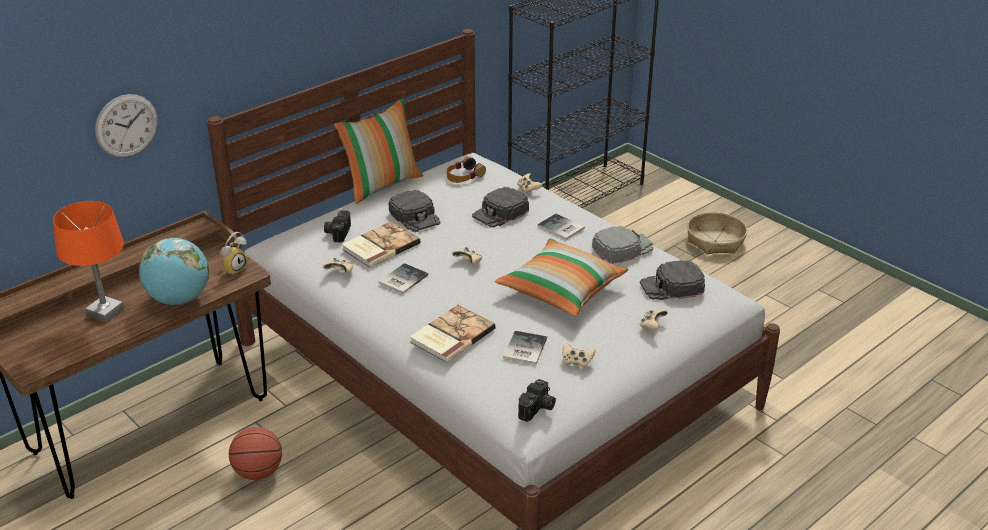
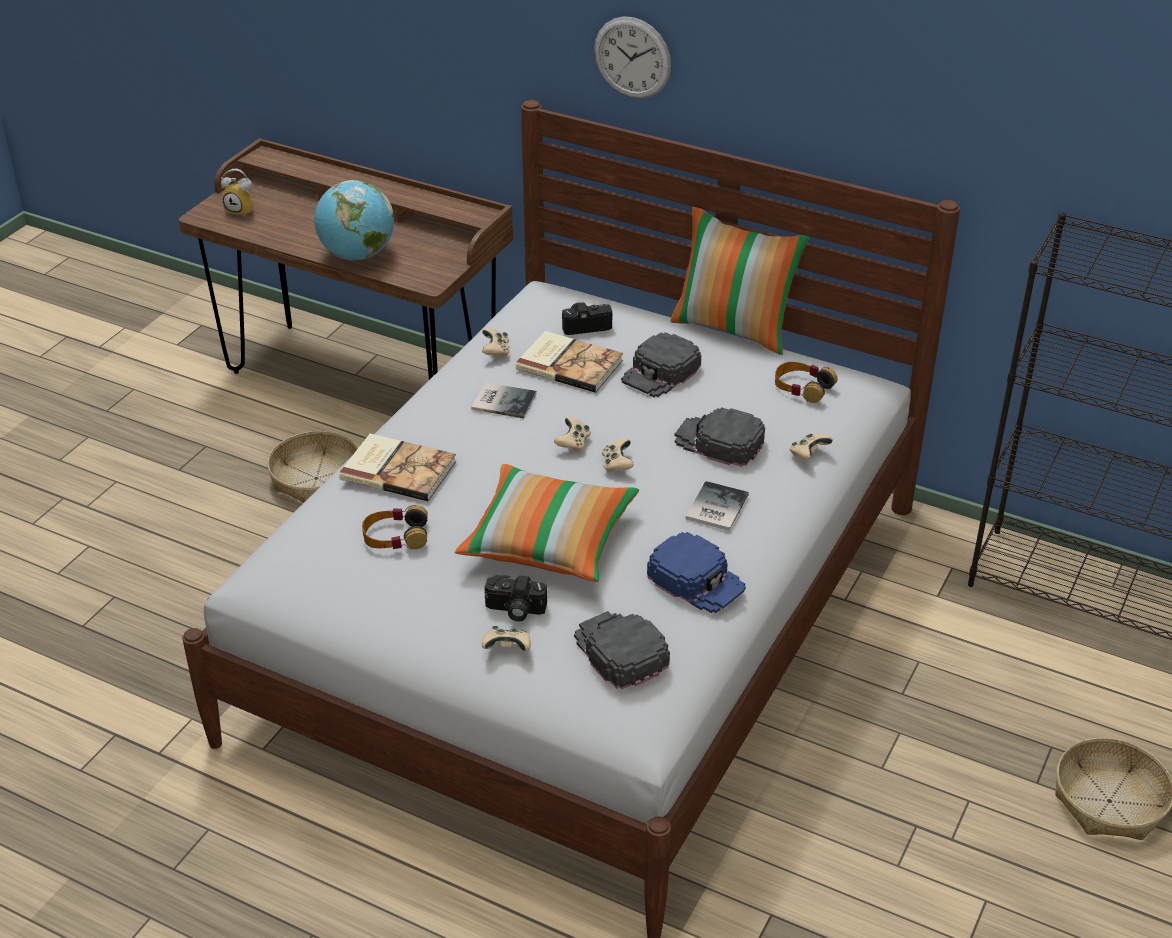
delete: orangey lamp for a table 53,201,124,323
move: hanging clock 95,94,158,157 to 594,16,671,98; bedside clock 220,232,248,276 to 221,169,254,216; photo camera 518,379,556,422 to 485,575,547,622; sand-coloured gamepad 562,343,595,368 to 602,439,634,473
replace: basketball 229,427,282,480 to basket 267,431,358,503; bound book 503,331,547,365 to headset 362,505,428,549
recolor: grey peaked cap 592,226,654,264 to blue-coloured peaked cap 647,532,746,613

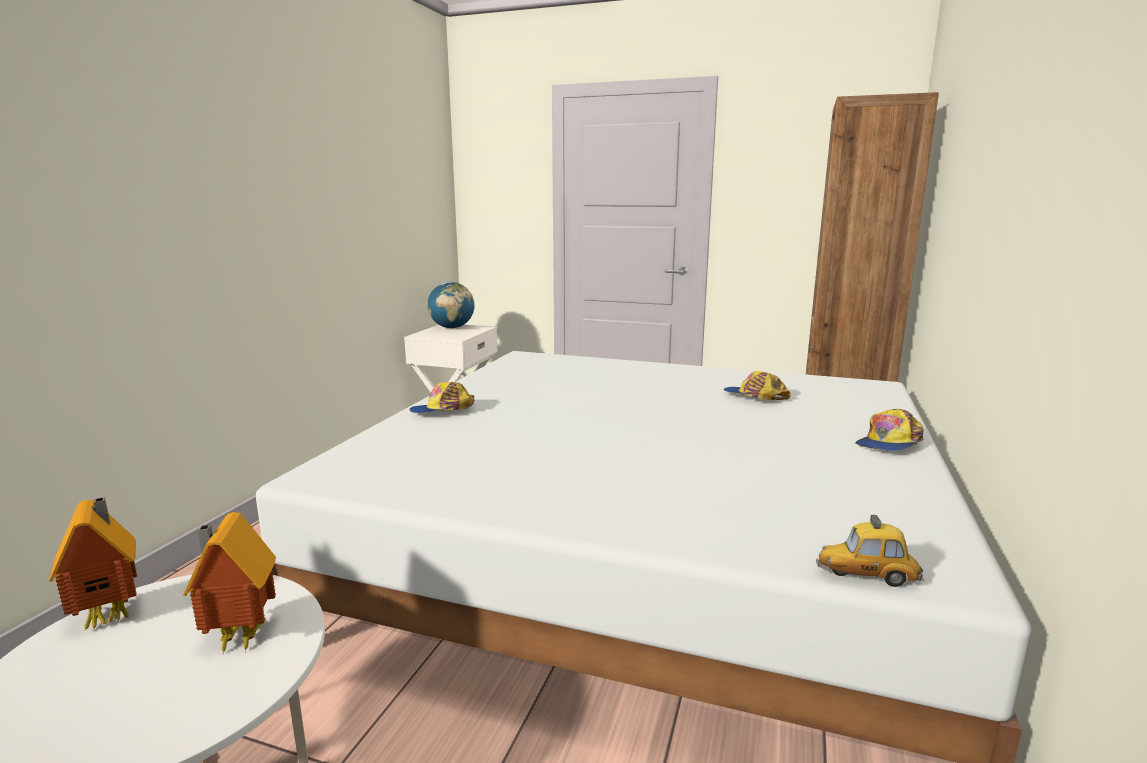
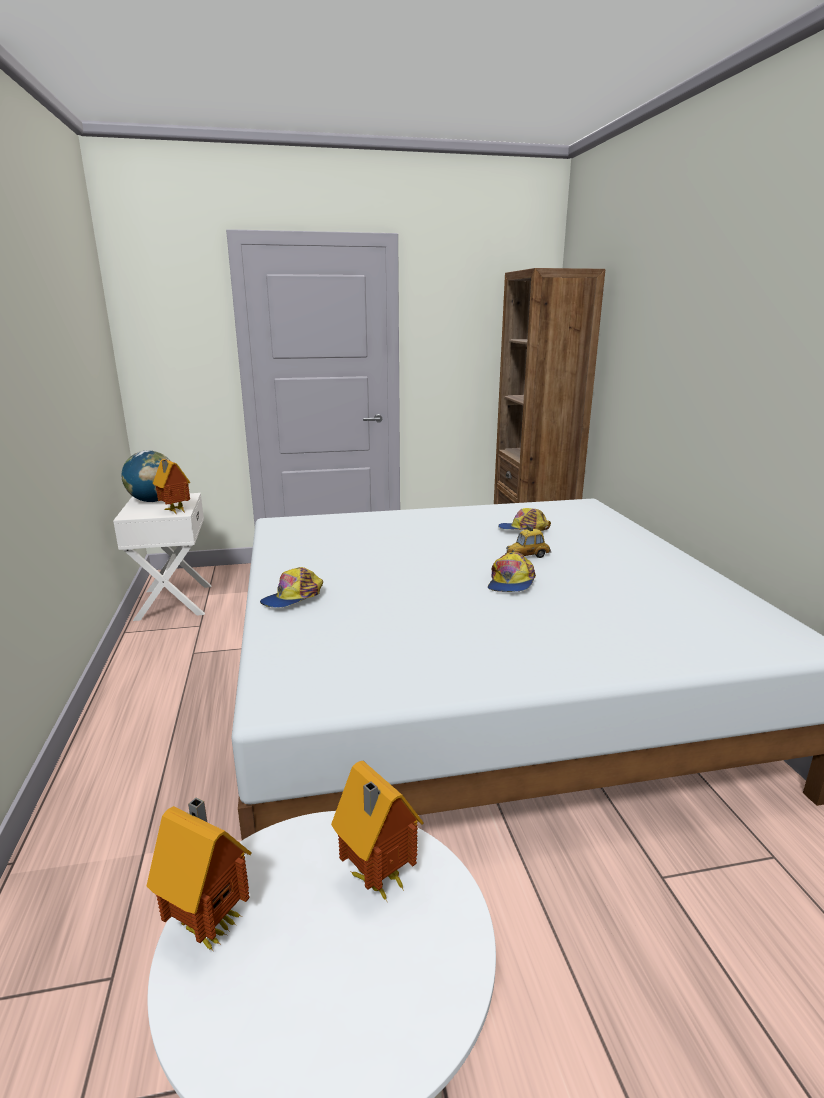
insert: model house 153,459,191,514
move: miniature car 816,515,924,587 to 505,525,551,558; peaked cap 855,409,923,451 to 488,552,536,592

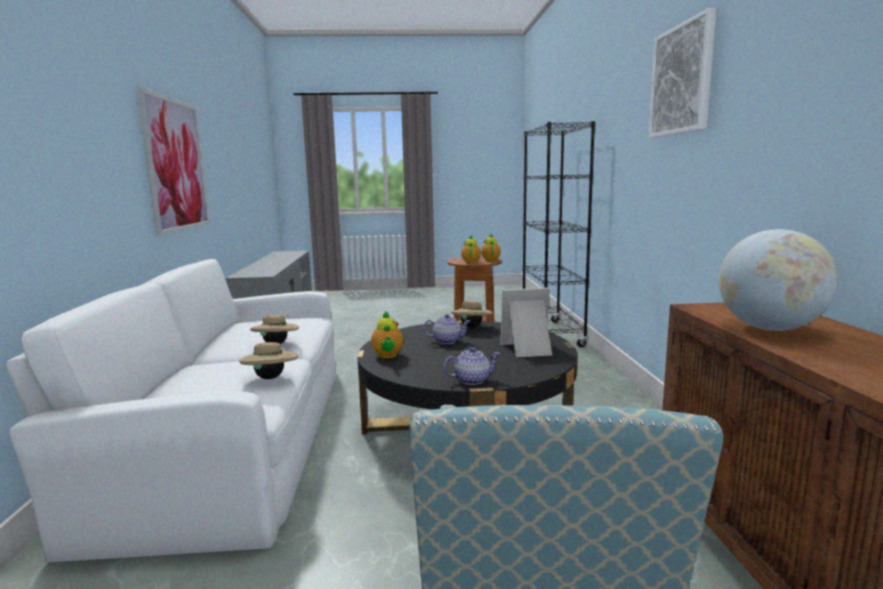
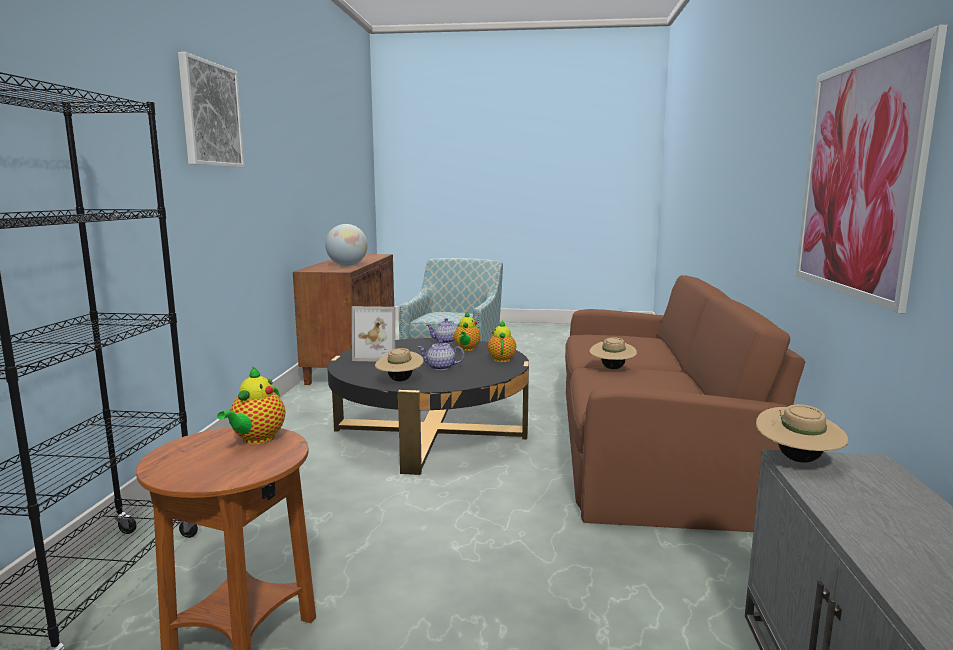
move: sand-coloured hat 239,341,298,379 to 756,404,849,463; teapot 481,234,501,262 to 454,312,481,351
recolor: whitish sofa 6,259,336,562 to brown-coloured sofa 565,275,805,532

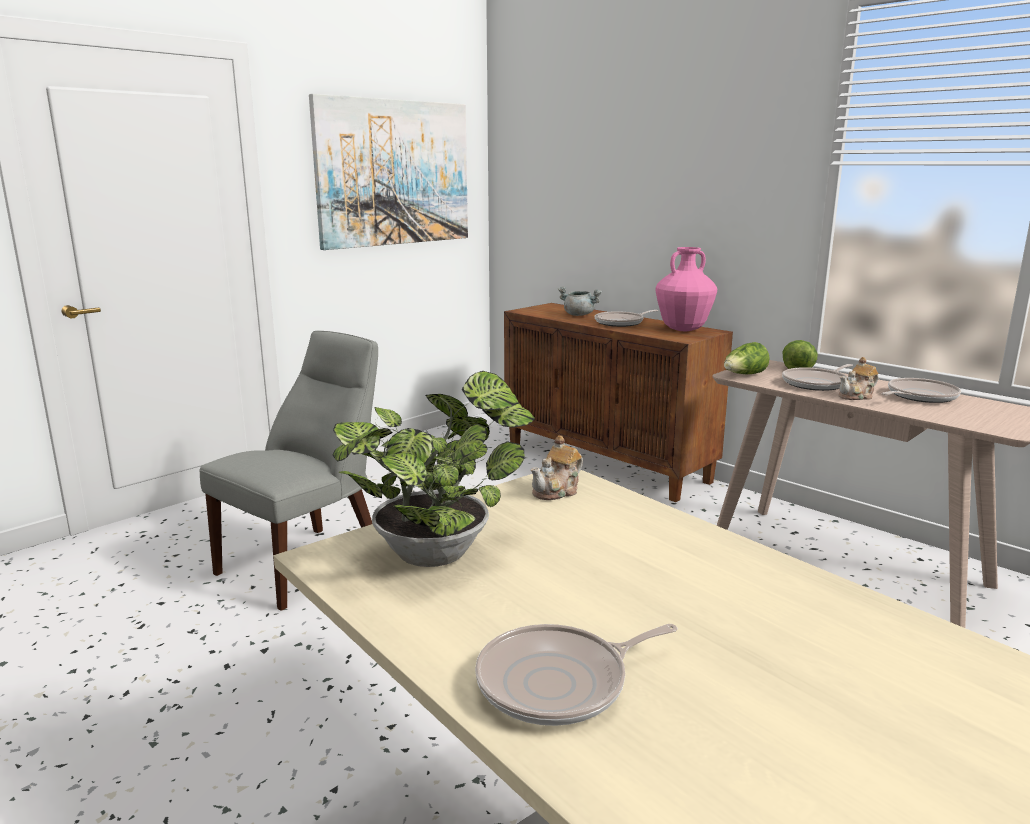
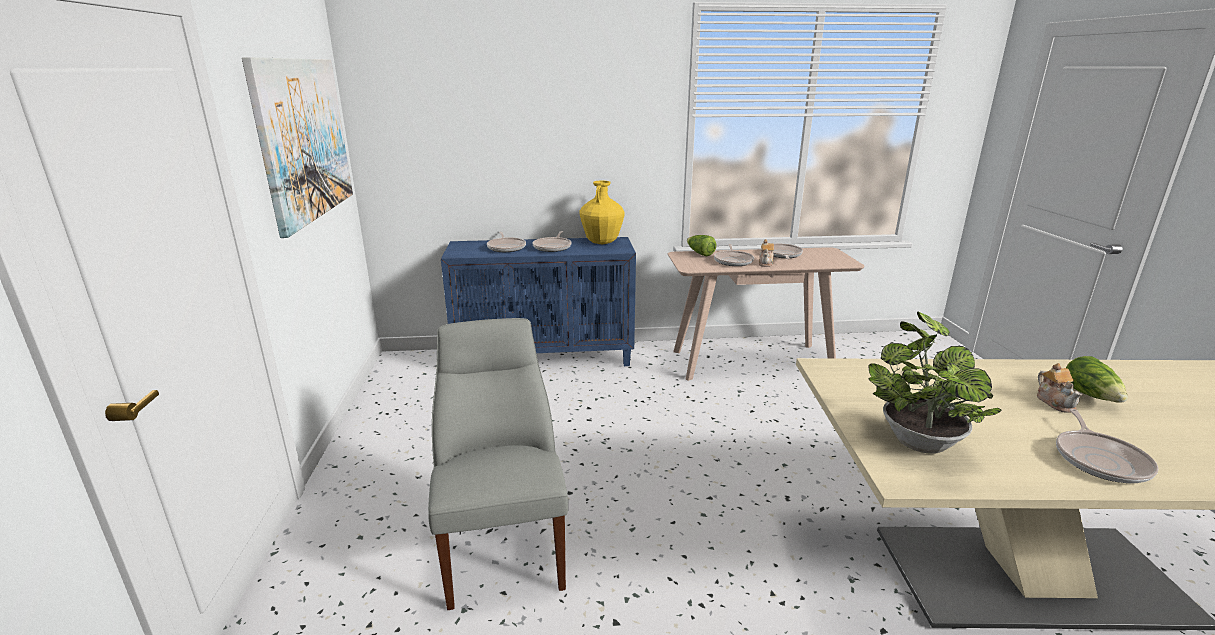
move: teapot 530,435,583,500 to 1037,363,1083,413; lettuce head 724,342,770,374 to 1066,356,1128,403
replace: grey stockpot 558,286,602,316 to pan 487,232,526,252
recolor: brown-coloured storage cabinet 504,303,733,502 to blue-coloured storage cabinet 441,237,636,366; pinkish vase 655,247,717,331 to yellow-coloured vase 580,181,625,244

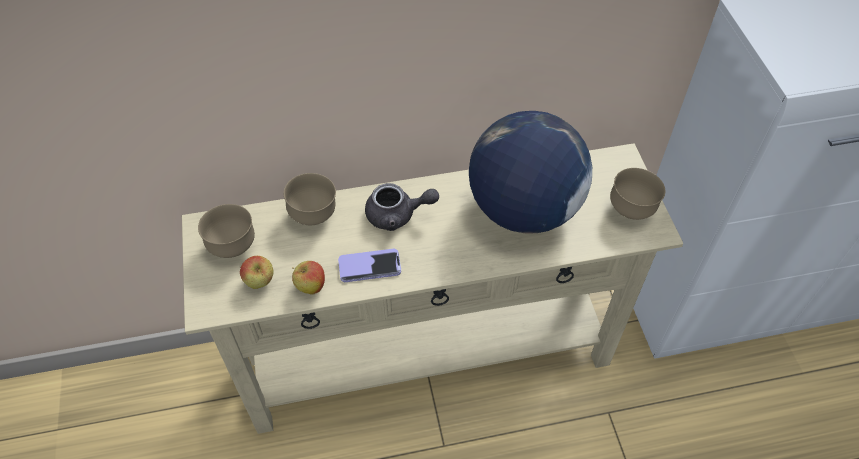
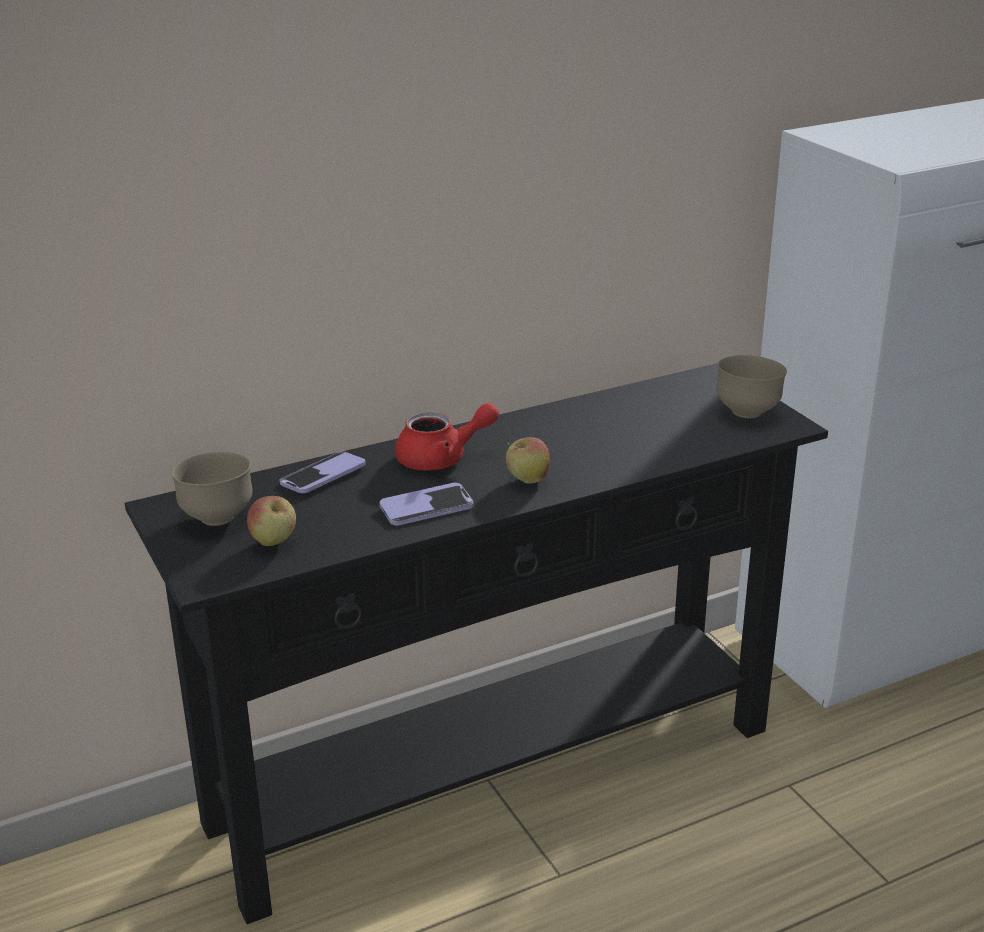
delete: desk globe 469,111,592,233
move: apple fruit 292,261,325,295 to 506,437,550,484
replace: brown-coloured bowl 284,173,336,225 to telephone 279,452,366,493
recolor: sand-coloured hall table 182,143,683,434 to black-coloured hall table 125,363,828,924; grey teapot 365,183,439,231 to red-coloured teapot 395,403,499,471

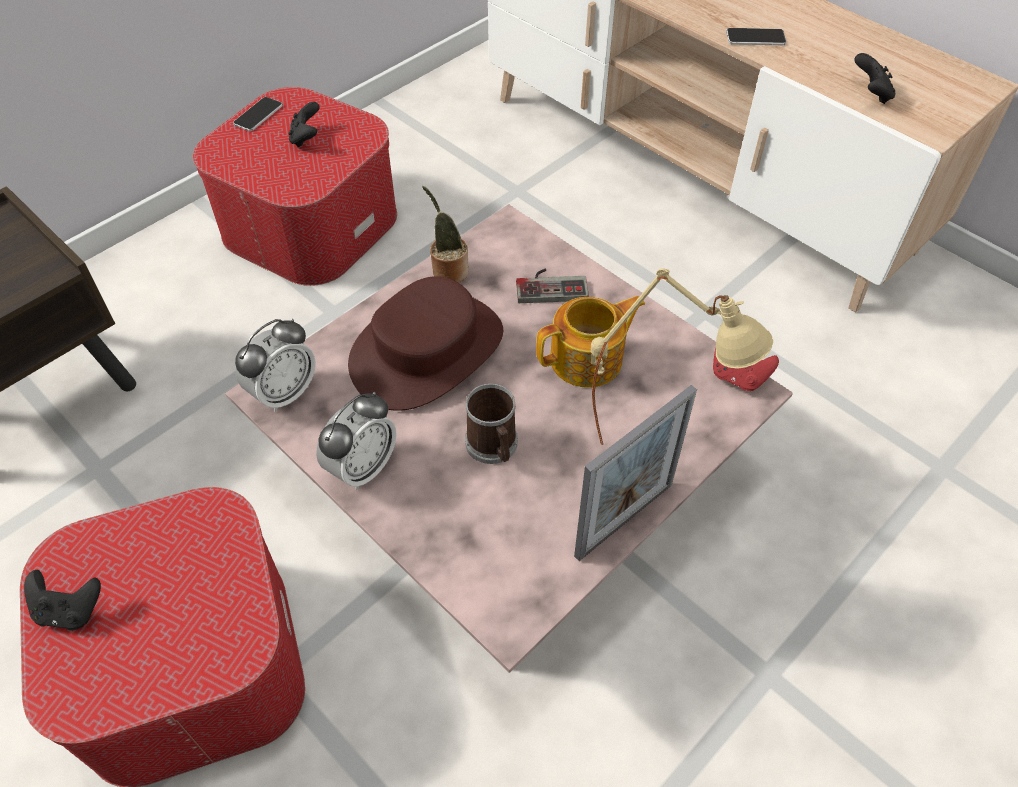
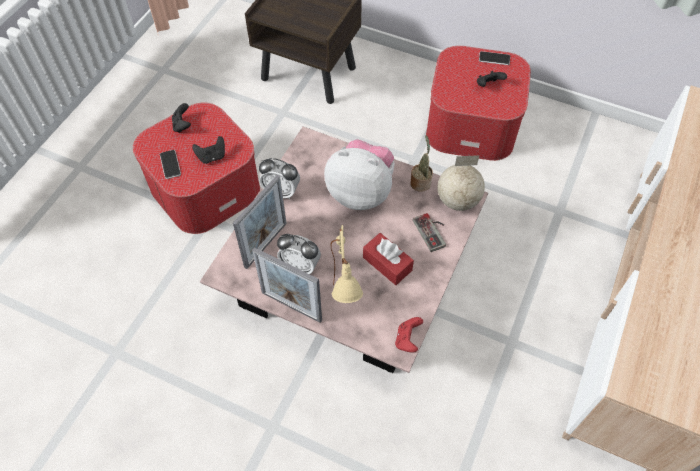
delete: coffee mug 465,384,518,464
insert: standing frame 233,175,287,269; desk globe 437,155,485,211
move: bedside clock 235,319,316,413 to 277,234,321,274; telephone 726,28,787,45 to 160,150,181,179; black-coloured gamepad 854,53,896,104 to 192,136,225,164
replace: brown-coloured hat 348,276,503,411 to plush toy 324,140,395,210; teapot 536,296,645,388 to red-coloured tissue box 363,233,414,285

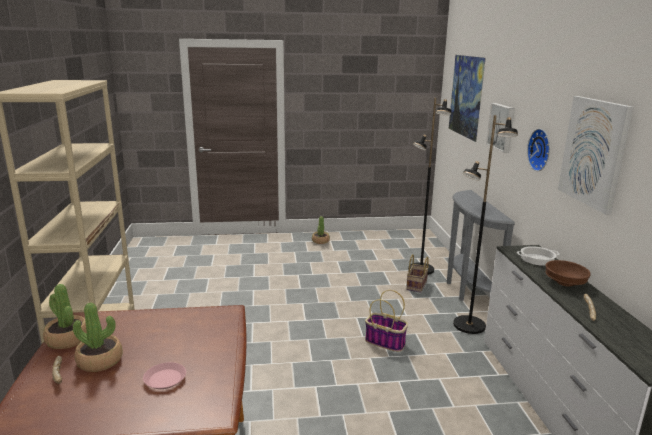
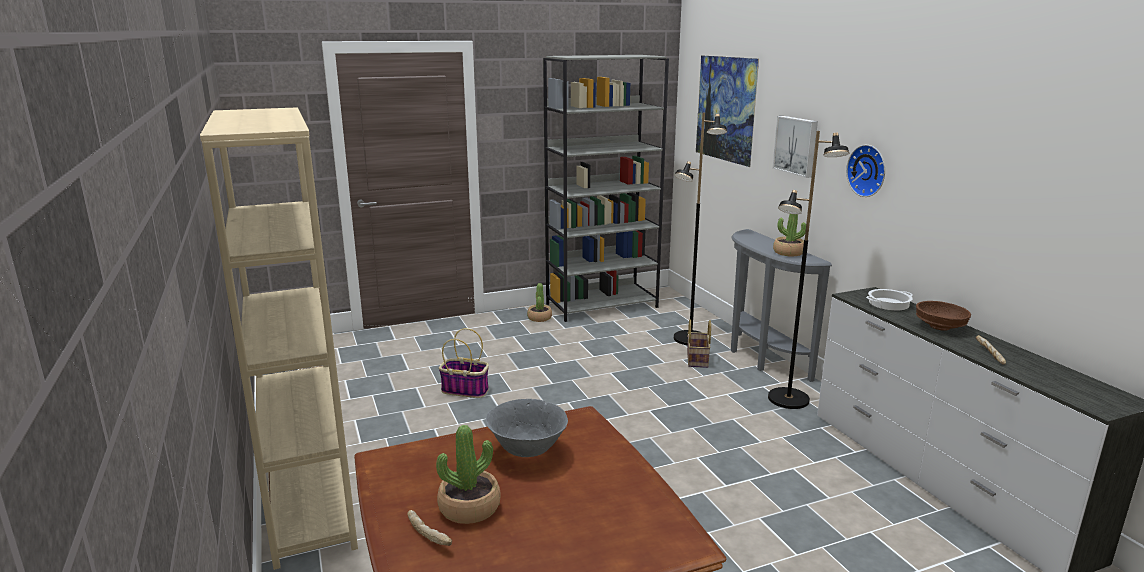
delete: pinkish plate 143,362,186,389; wall art 558,96,634,215
insert: grey bowl 486,399,568,457; grey bookshelf 543,55,669,322
move: plant in a pot 43,284,87,349 to 773,214,806,257; basket 365,290,408,352 to 439,328,489,398

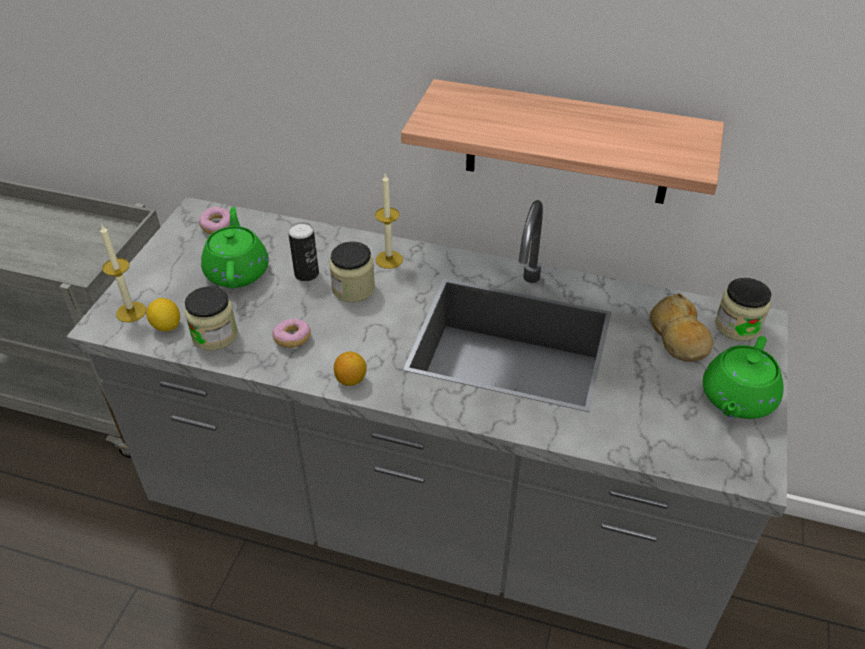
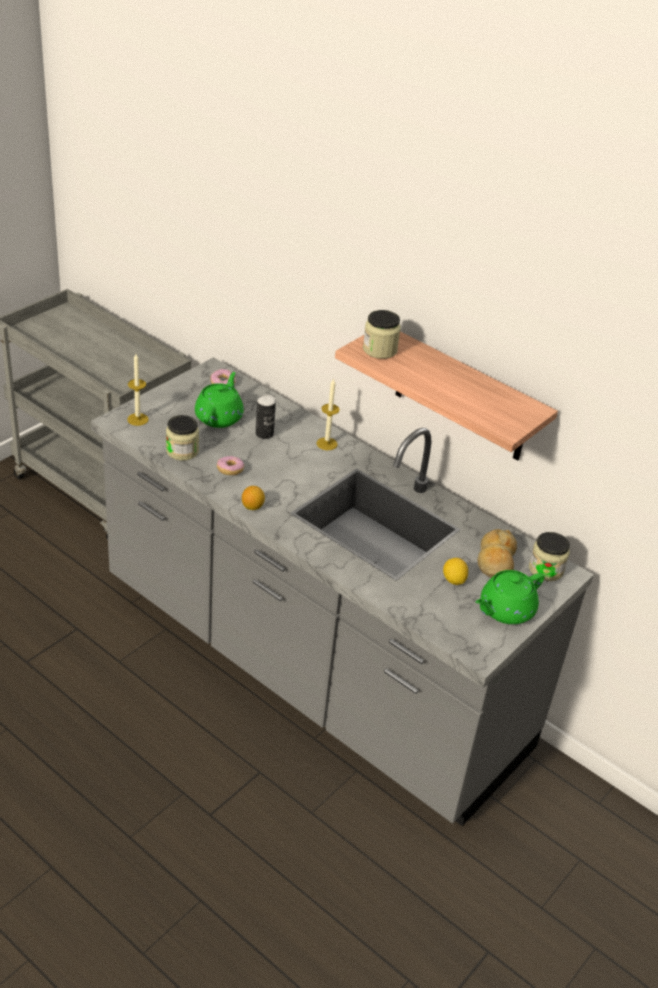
move: whole lemon 146,298,180,332 to 443,558,468,585; storage jar 329,242,375,302 to 363,310,401,359

